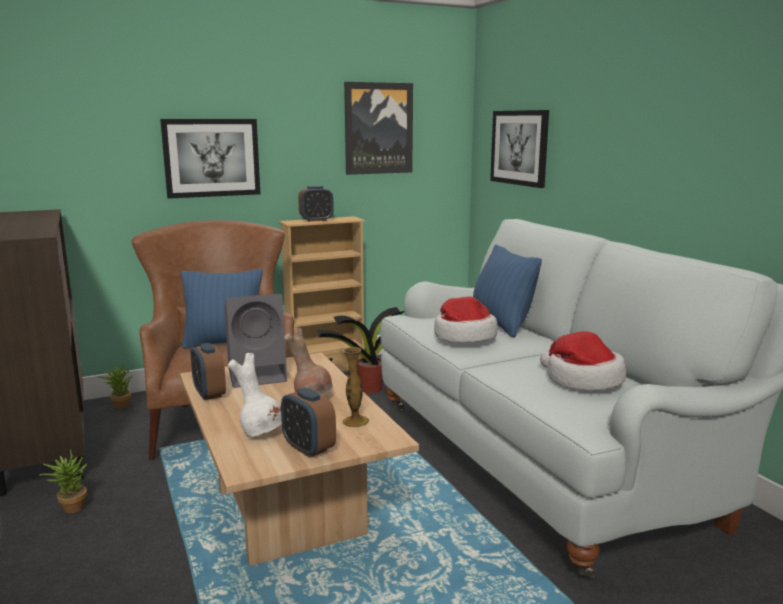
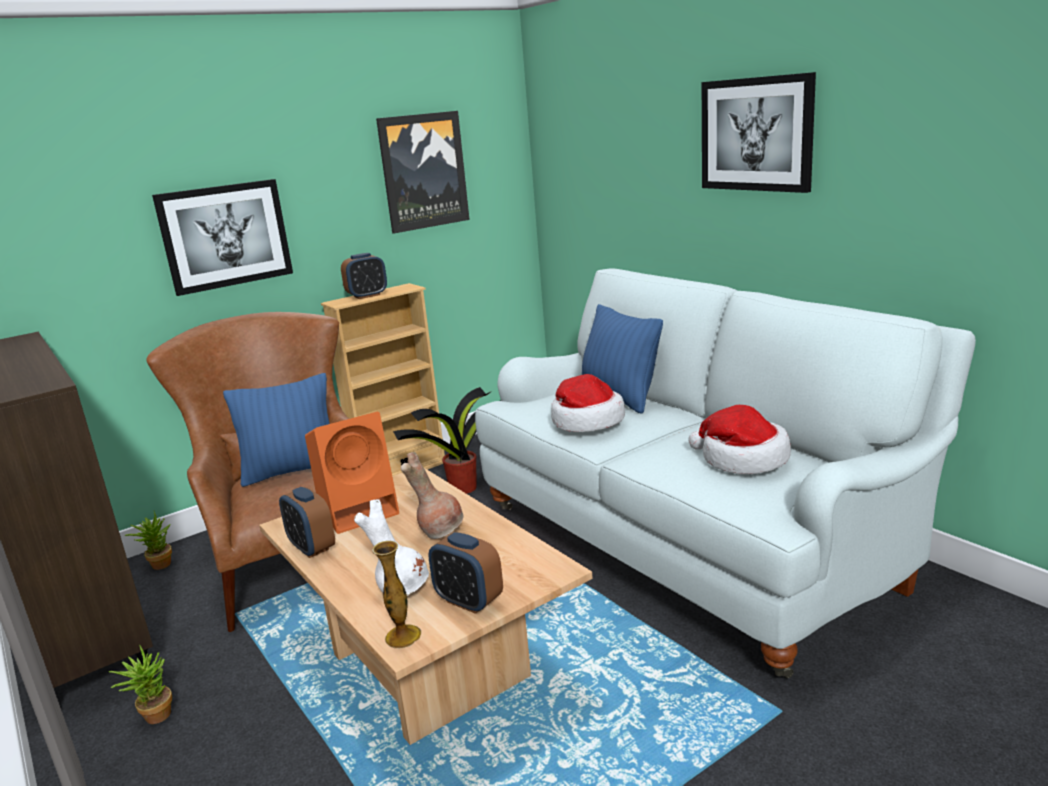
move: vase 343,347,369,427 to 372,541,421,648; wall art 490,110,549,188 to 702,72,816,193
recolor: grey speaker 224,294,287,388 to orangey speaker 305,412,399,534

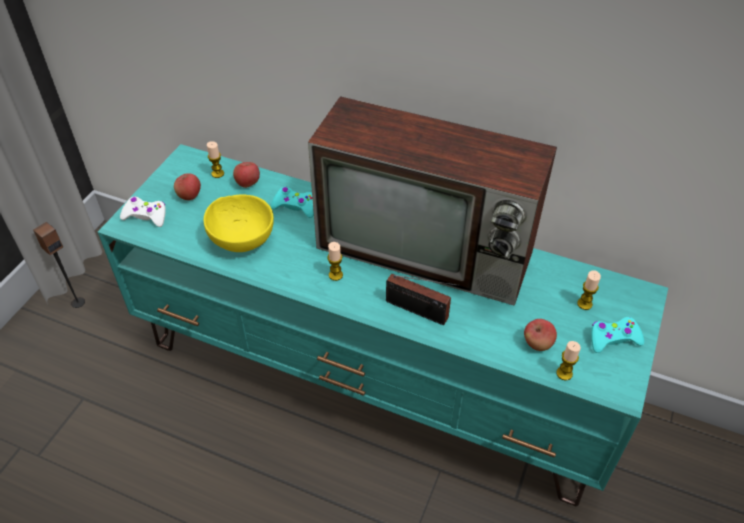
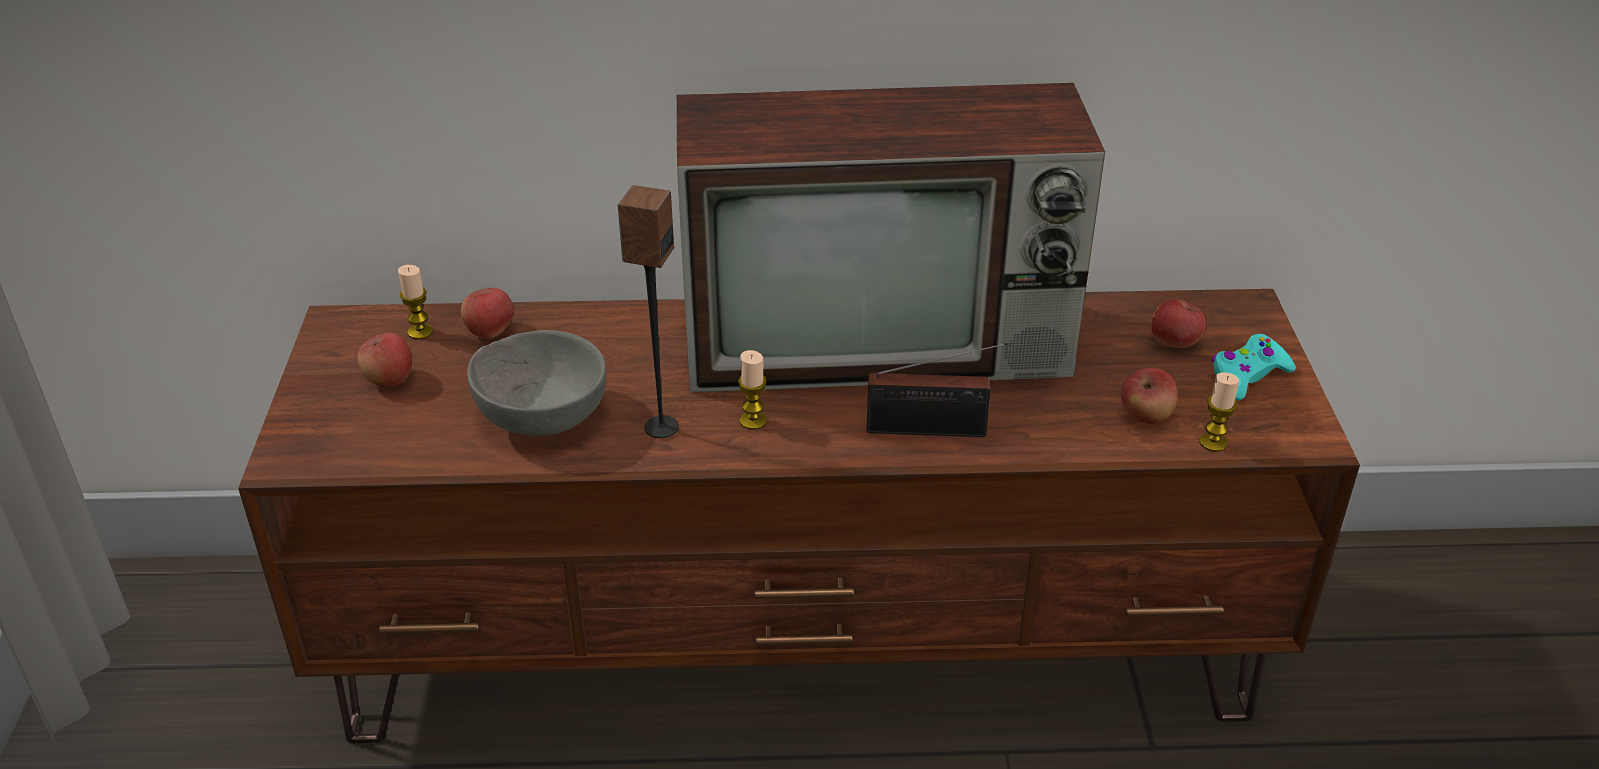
delete: whitish gamepad 120,197,166,227; turquoise gamepad 271,187,314,218
move: speaker 33,222,85,308 to 617,185,679,438
replace: wax candle 577,270,601,310 to apple fruit 1151,299,1206,348
recolor: turquoise tv stand 98,144,668,506 to brown-coloured tv stand 238,289,1360,743; yellow-coloured bowl 204,194,274,252 to grey bowl 467,330,606,436

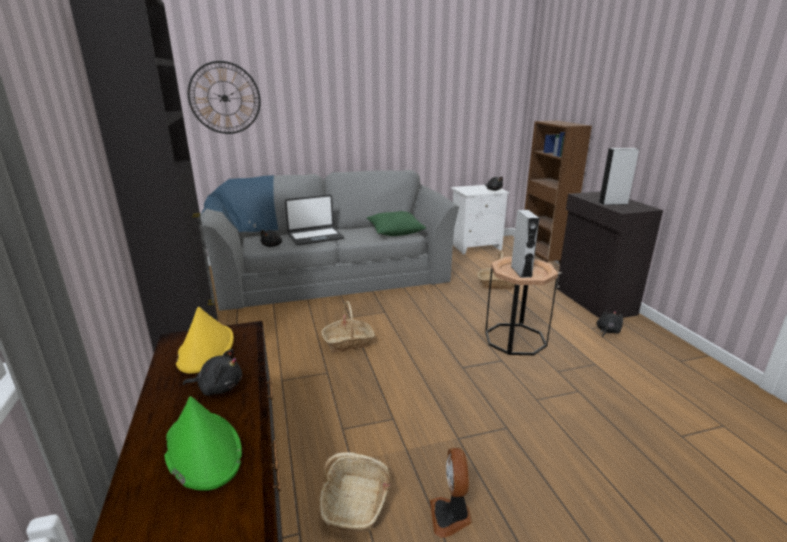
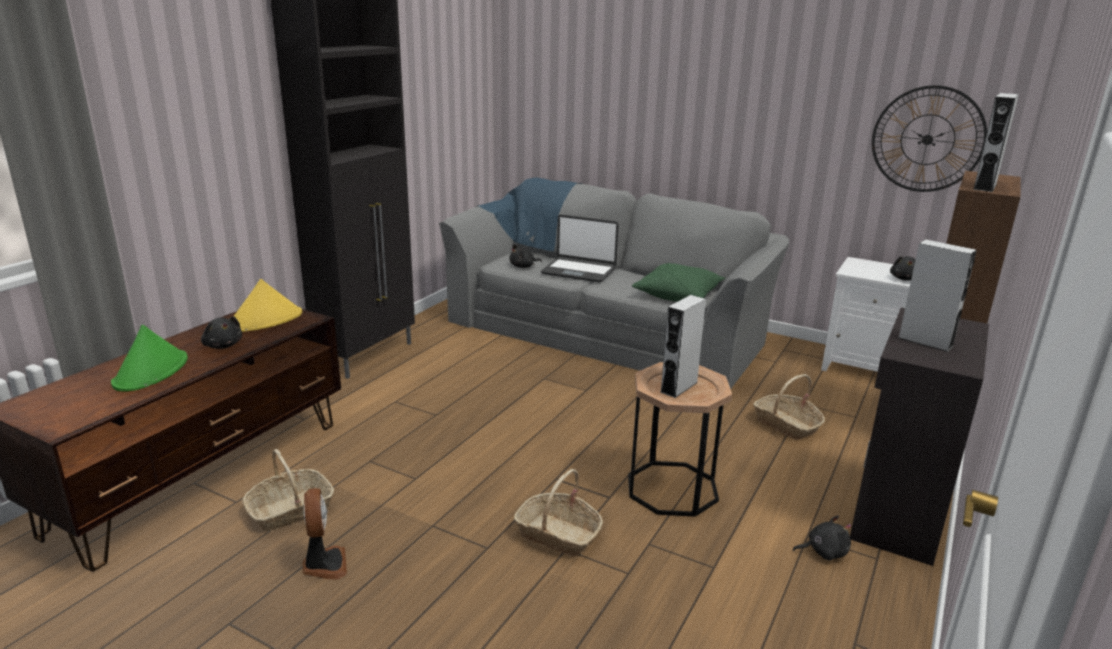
insert: grey speaker 973,93,1019,192
move: hanging clock 188,61,261,134 to 872,85,987,192; basket 321,301,375,352 to 514,469,603,556
rotate: fan 430,448,472,538 = 303,488,347,579 120 degrees clockwise

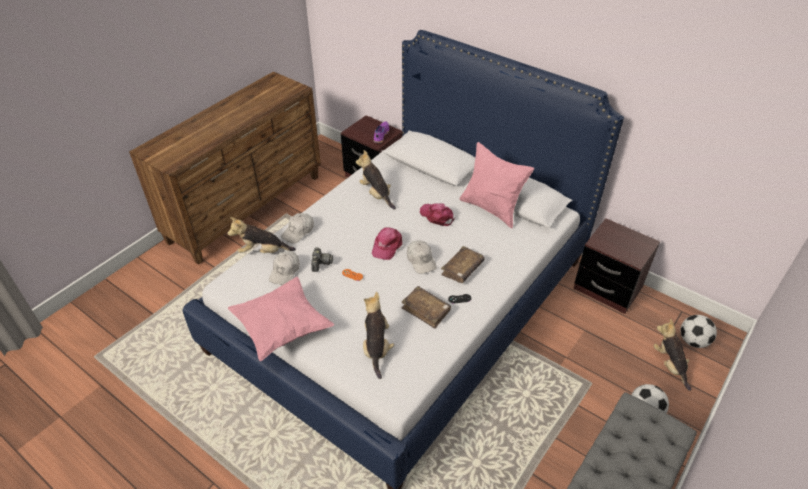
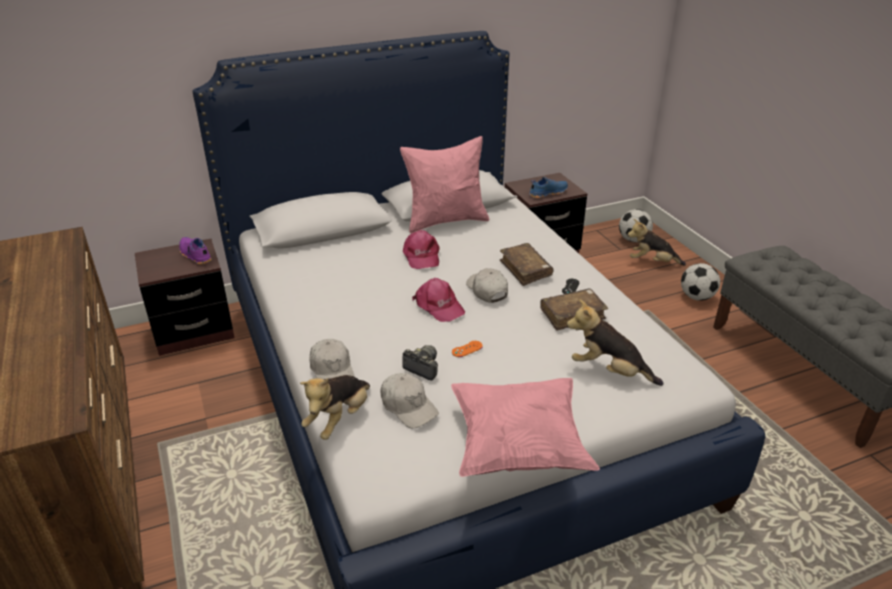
delete: plush toy 356,150,396,210
insert: blue-coloured item of footwear 529,177,568,198
rotate: whitish peaked cap 407,240,437,274 = 466,268,508,303 120 degrees counterclockwise; pinkish peaked cap 420,203,455,226 = 403,230,440,269 90 degrees counterclockwise

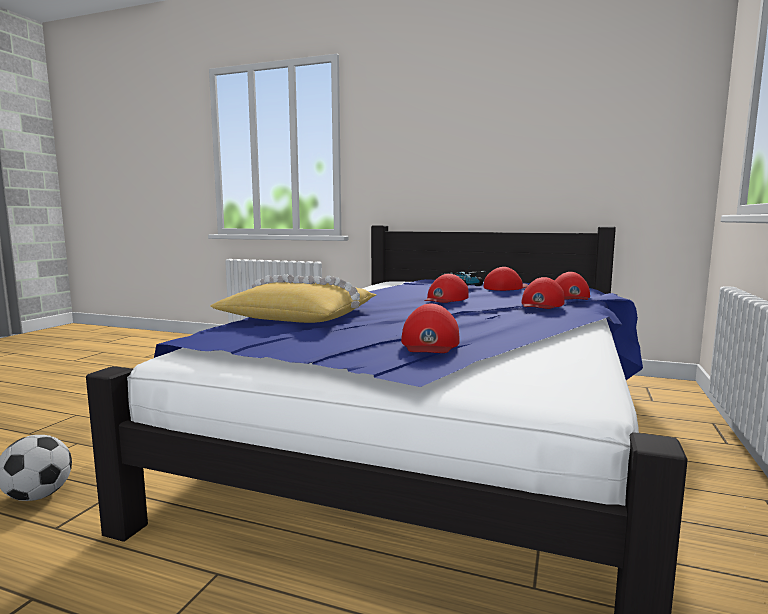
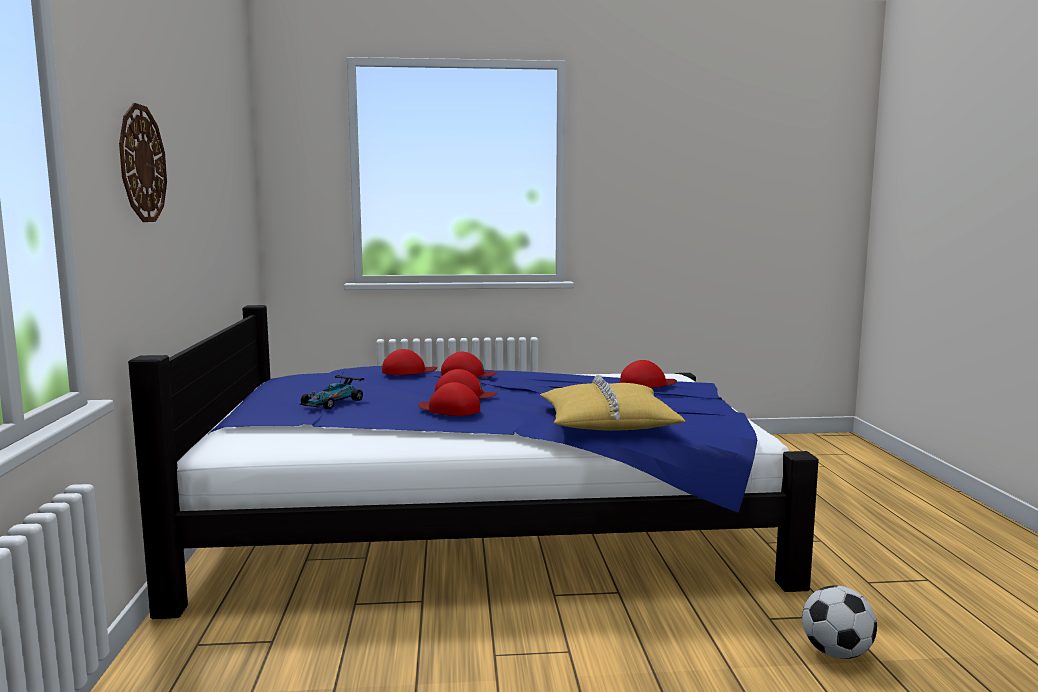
insert: hanging clock 119,103,167,222
move: red-coloured peaked cap 484,267,528,291 to 418,382,480,416

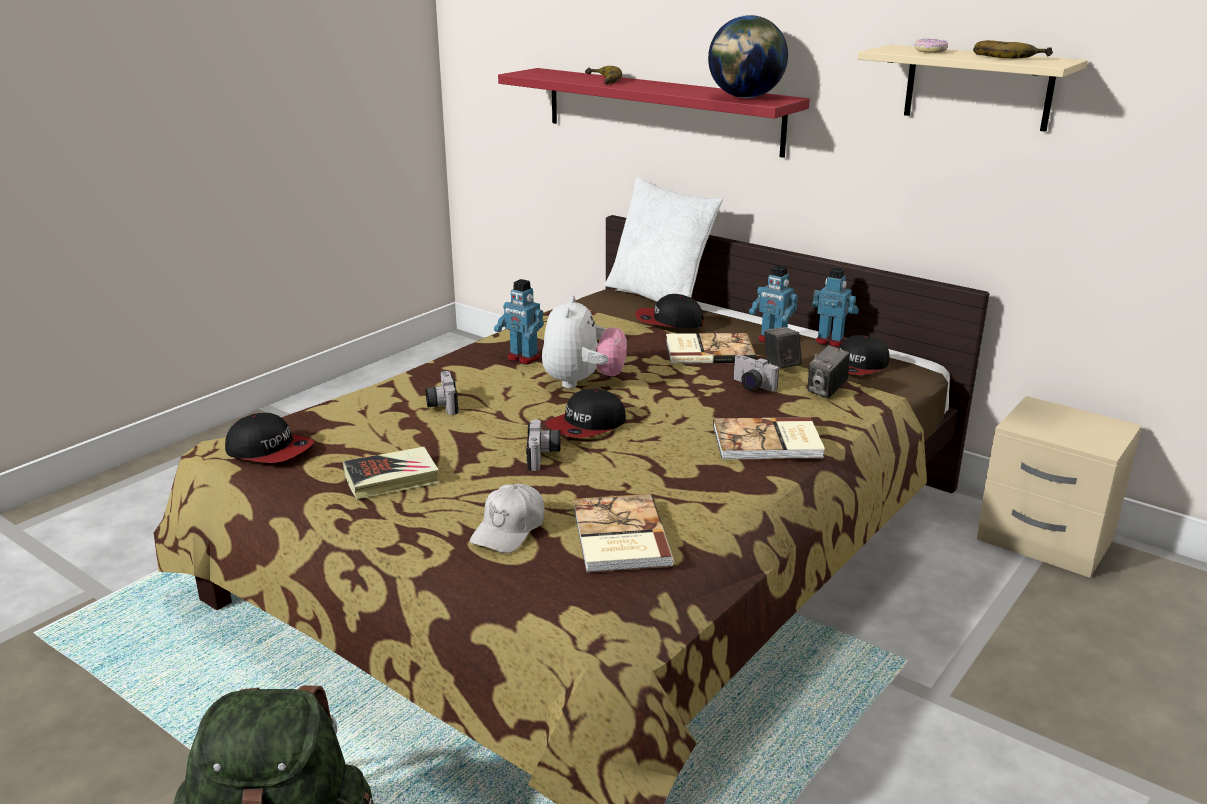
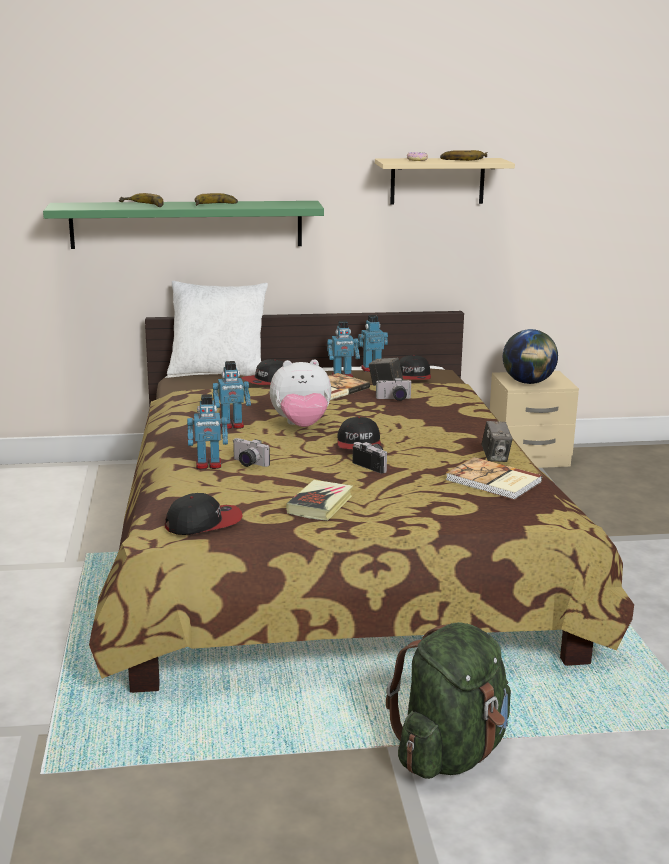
delete: whitish peaked cap 470,484,545,553; bound book 713,417,825,460
insert: toy robot 187,394,228,469; banana 195,193,238,206
move: desk globe 708,15,788,98 to 503,329,558,384; photo camera 807,345,850,398 to 482,421,513,462
recolor: red-coloured wall shelf 498,68,810,158 to greenish wall shelf 43,201,324,249
rotate: plush toy 542,295,627,389 = 270,360,331,427 120 degrees clockwise

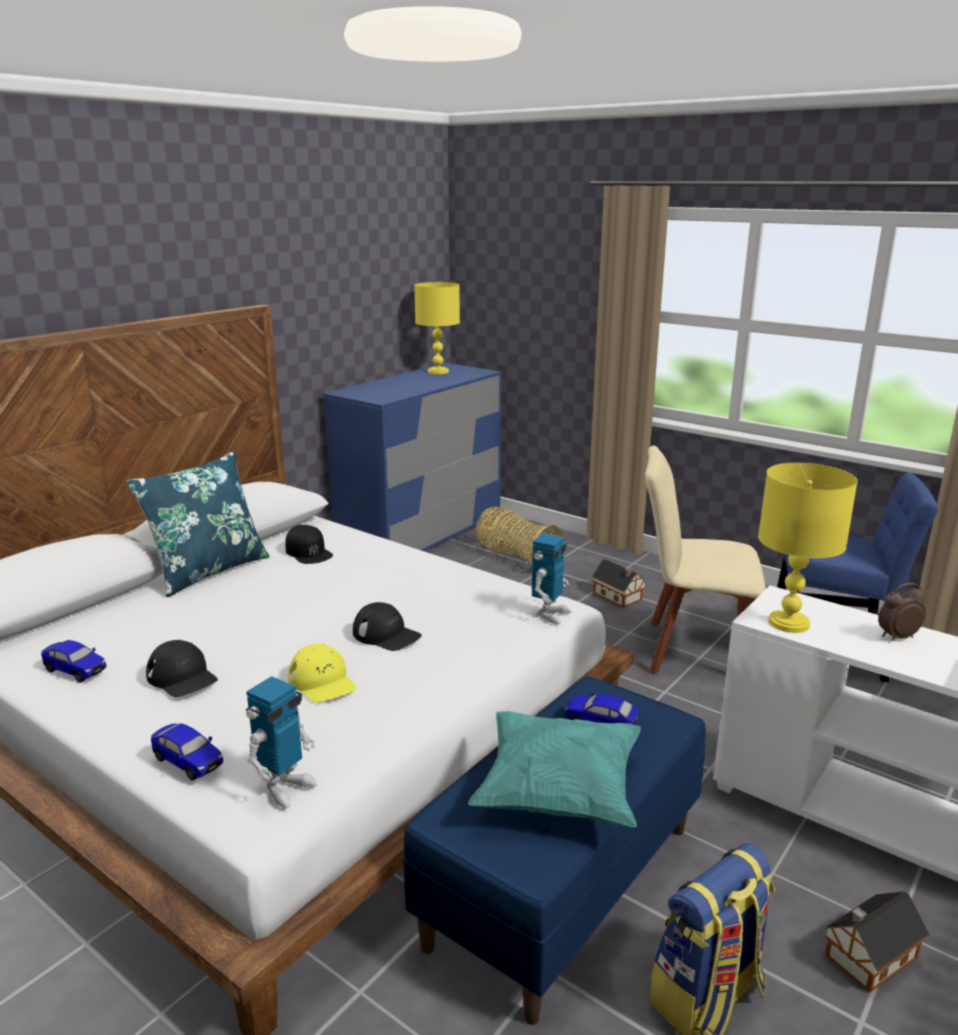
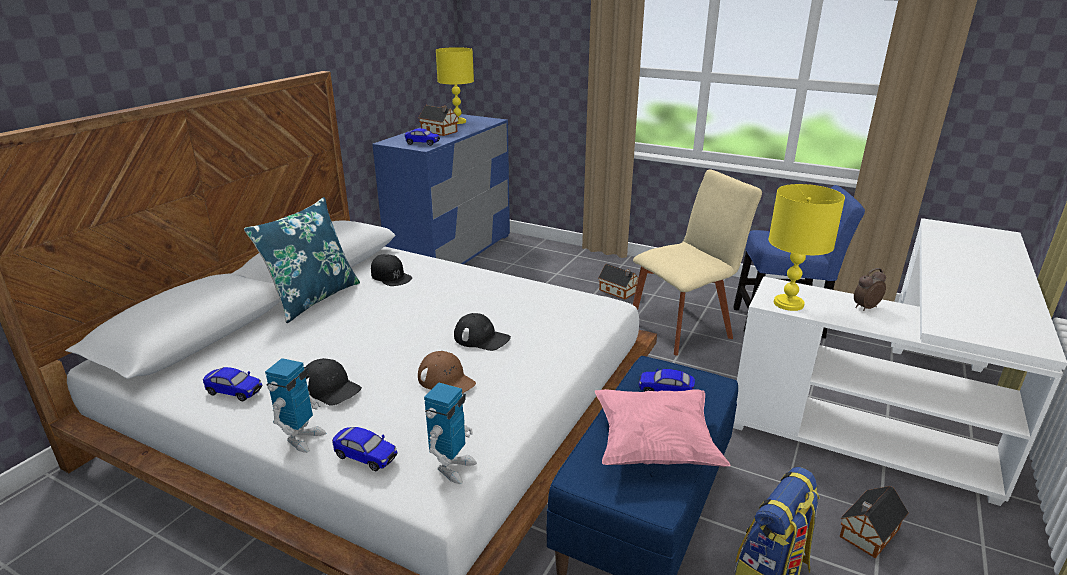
delete: basket 476,507,563,562
insert: miniature car 405,128,440,146; model house 419,105,459,136
move: toy robot 532,533,571,624 to 265,358,326,453
recolor: yellow-coloured peaked cap 288,644,357,702 to brown-coloured peaked cap 418,351,476,393; turquoise throw pillow 468,711,641,828 to pinkish throw pillow 595,389,730,467
rotate: sand-coloured plain chair 645,446,766,675 = 633,169,762,356 150 degrees clockwise

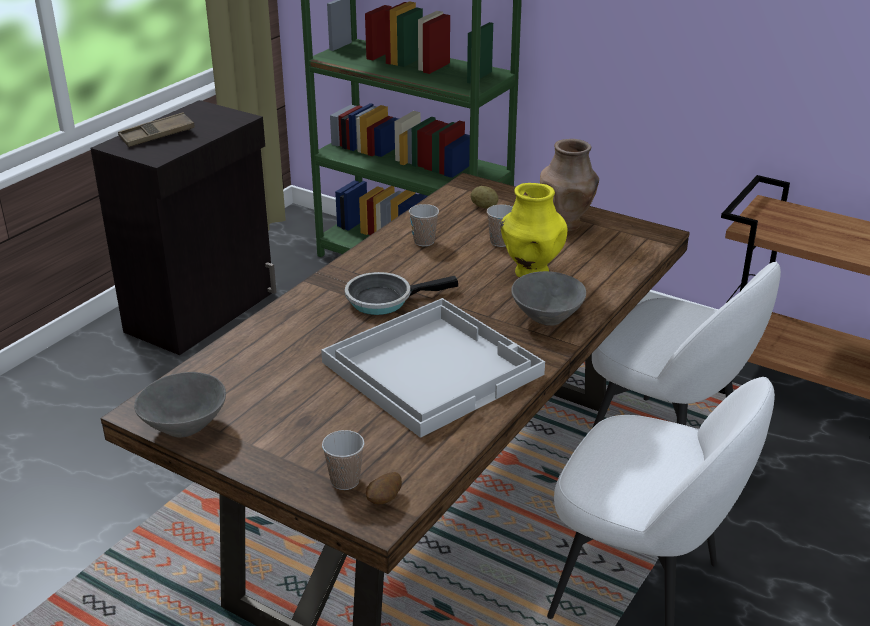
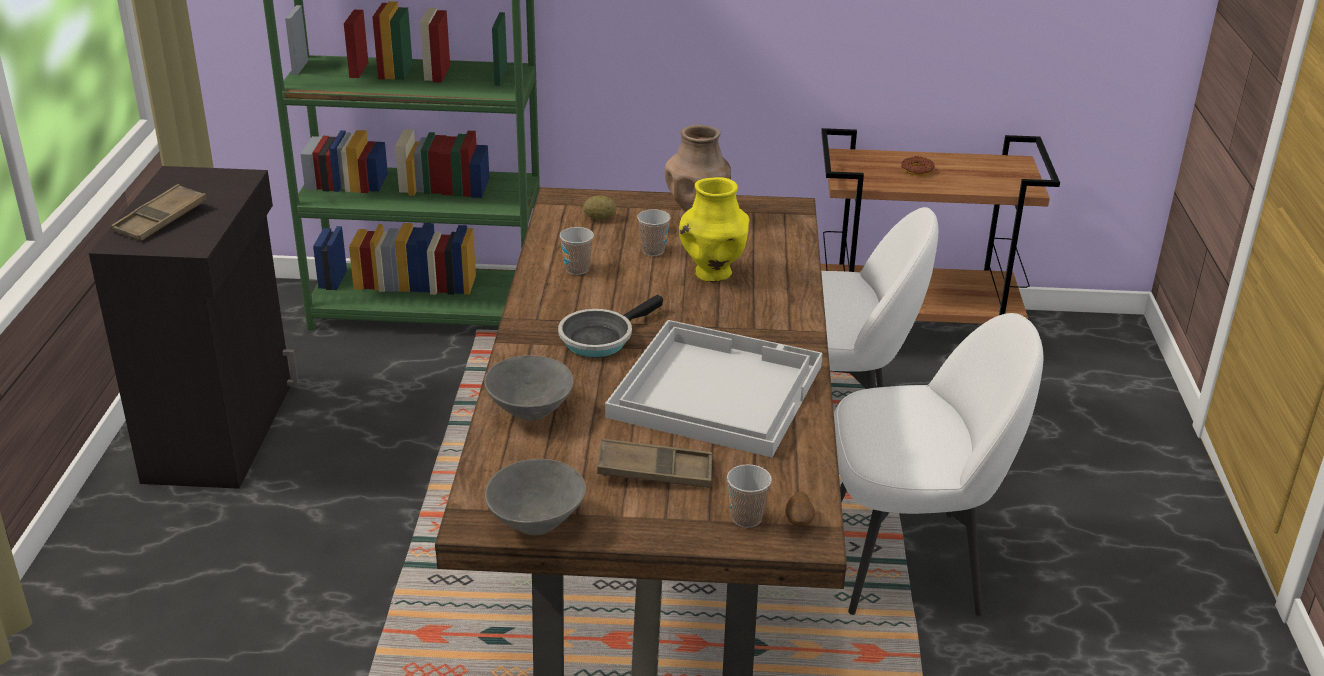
insert: brown-coloured tray 597,438,712,488; doughnut 901,156,935,176
move: grey bowl 511,271,586,326 to 484,355,573,420

